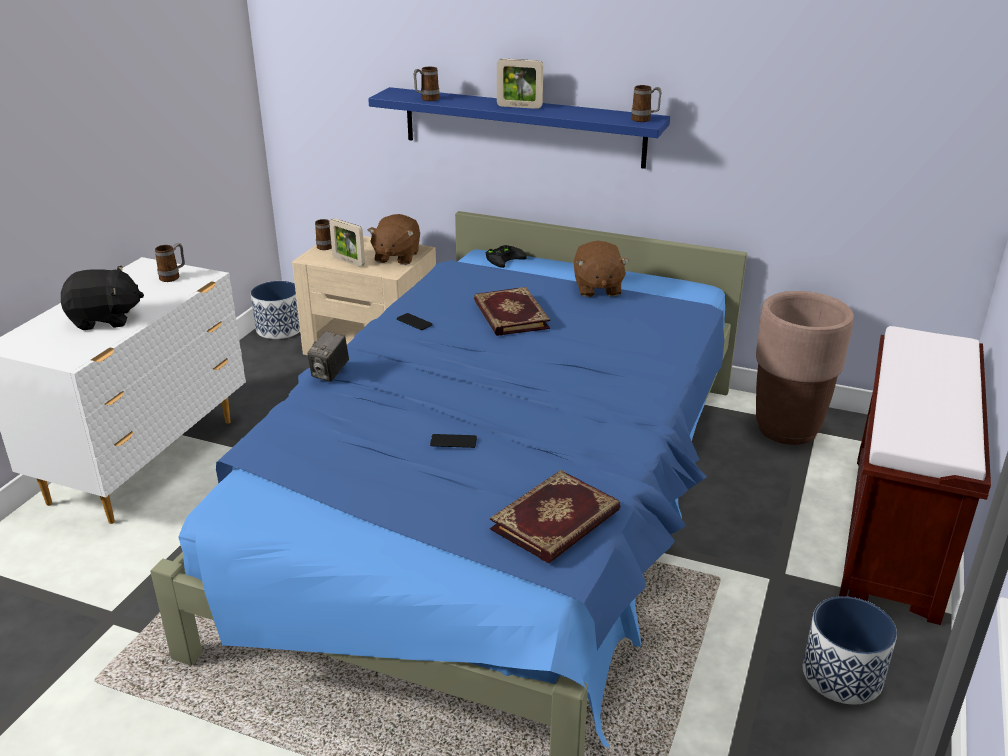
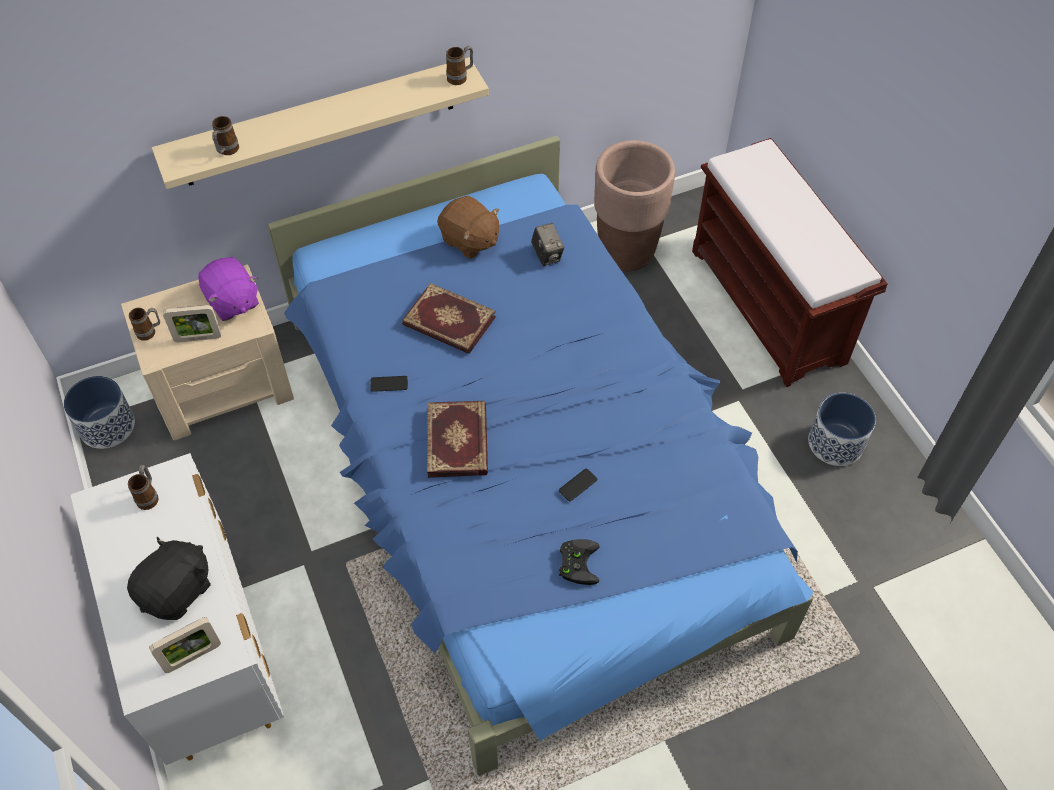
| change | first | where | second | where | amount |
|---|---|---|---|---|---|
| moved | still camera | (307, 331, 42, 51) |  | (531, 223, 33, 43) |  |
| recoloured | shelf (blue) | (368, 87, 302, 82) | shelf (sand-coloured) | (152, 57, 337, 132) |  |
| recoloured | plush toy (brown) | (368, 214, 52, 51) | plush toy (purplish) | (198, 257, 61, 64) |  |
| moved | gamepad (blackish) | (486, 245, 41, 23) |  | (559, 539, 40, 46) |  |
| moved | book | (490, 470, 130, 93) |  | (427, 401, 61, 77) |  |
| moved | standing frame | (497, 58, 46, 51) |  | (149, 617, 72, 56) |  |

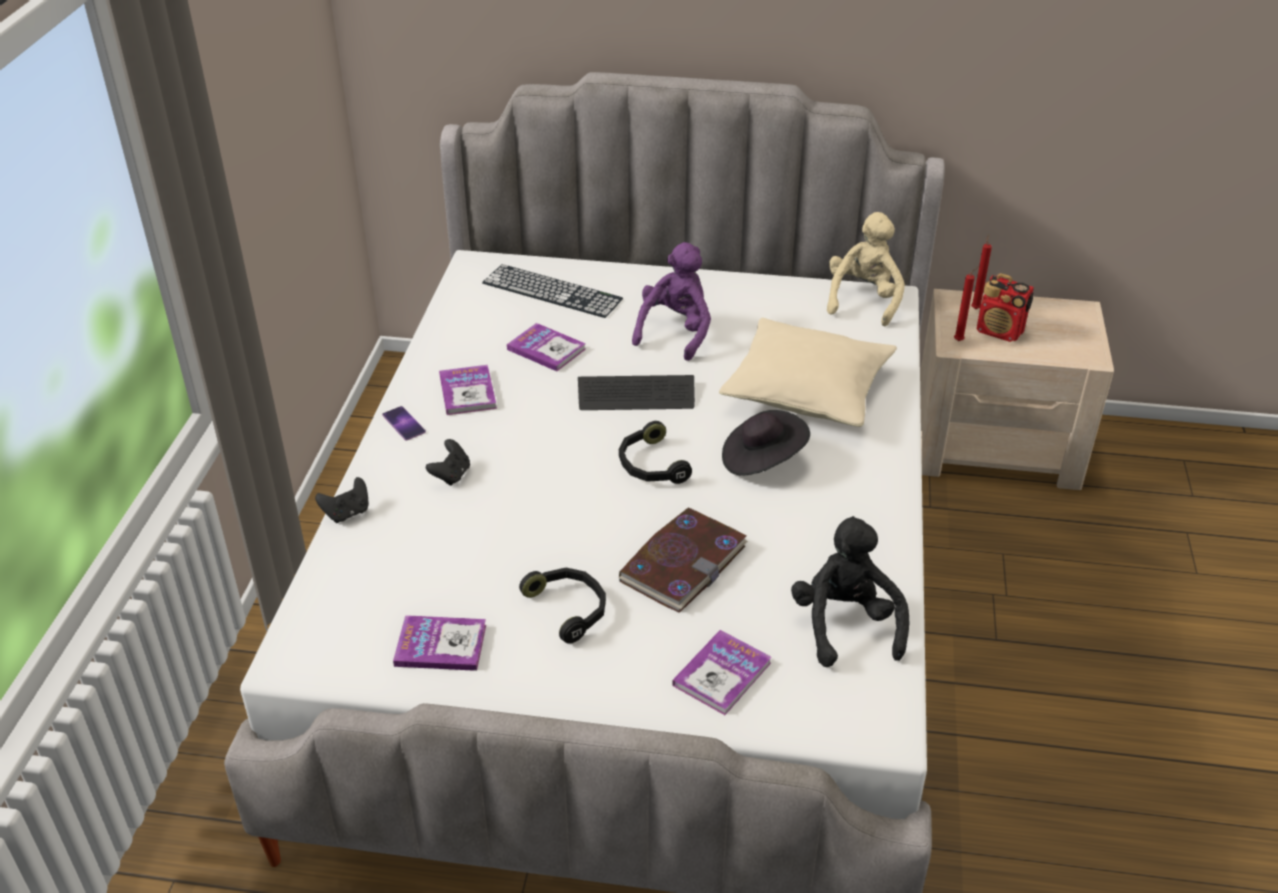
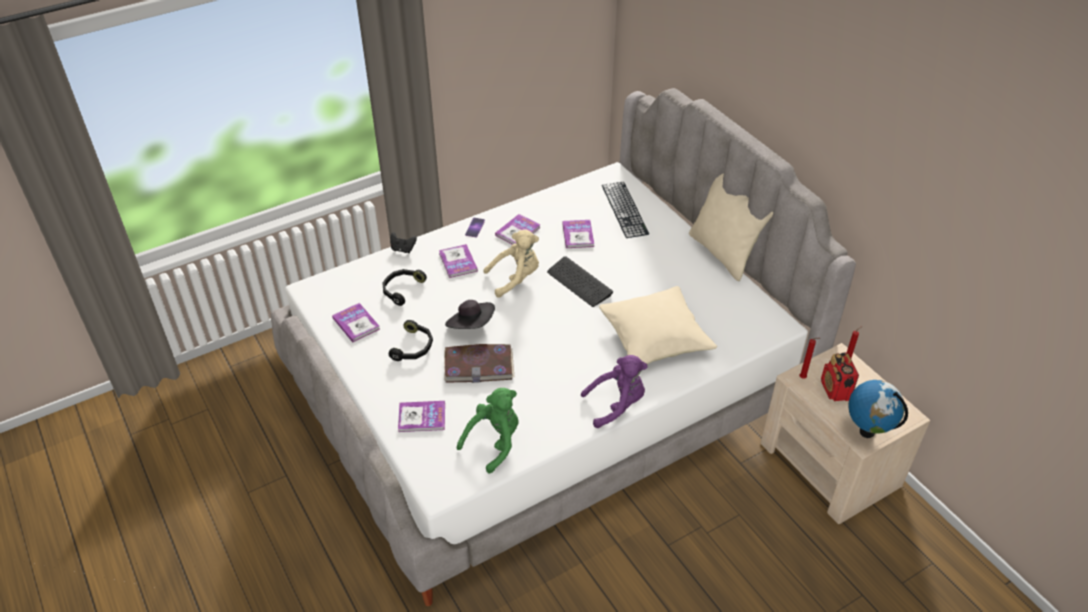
| change | first | where | second | where | amount |
|---|---|---|---|---|---|
| replaced | gamepad (blackish) | (426, 439, 44, 47) | book | (439, 244, 39, 34) |  |
| moved | headphones (blackish) | (619, 421, 73, 63) |  | (382, 269, 45, 37) |  |
| moved | plush toy (purplish) | (632, 242, 79, 119) |  | (581, 355, 66, 73) |  |
| moved | hat (blackish) | (722, 410, 88, 66) |  | (445, 300, 50, 29) |  |
| recoloured | plush toy (blackish) | (791, 516, 119, 151) | plush toy (greenish) | (457, 388, 62, 85) |  |
| moved | plush toy (sand-coloured) | (827, 212, 78, 114) |  | (483, 230, 56, 68) |  |
| added |  |  | pillow (sand-coloured) | (689, 173, 84, 108) |  |
| added |  |  | world globe | (848, 380, 60, 58) |  |

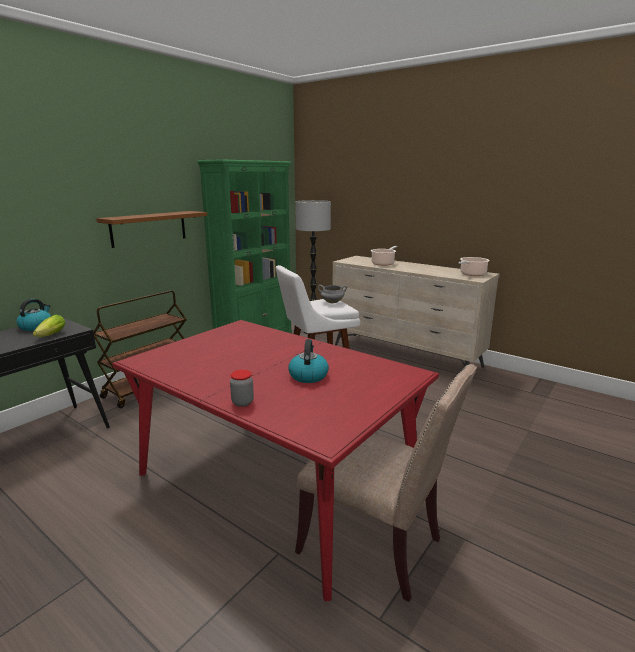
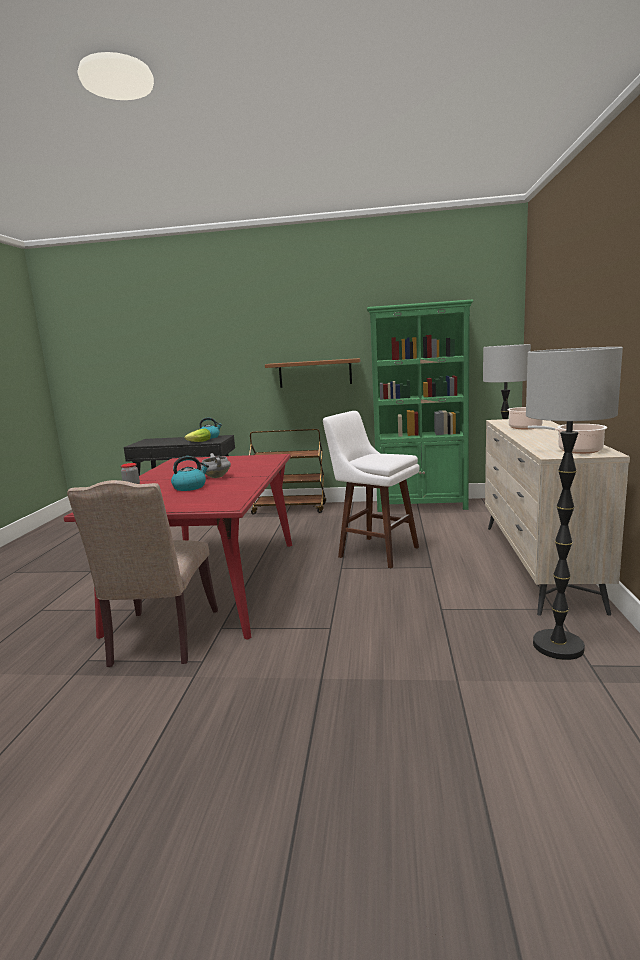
| change | first | where | second | where | amount |
|---|---|---|---|---|---|
| moved | stockpot (greyish) | (318, 285, 29, 18) |  | (201, 453, 30, 25) |  |
| added |  |  | floor lamp | (526, 347, 97, 313) |  |

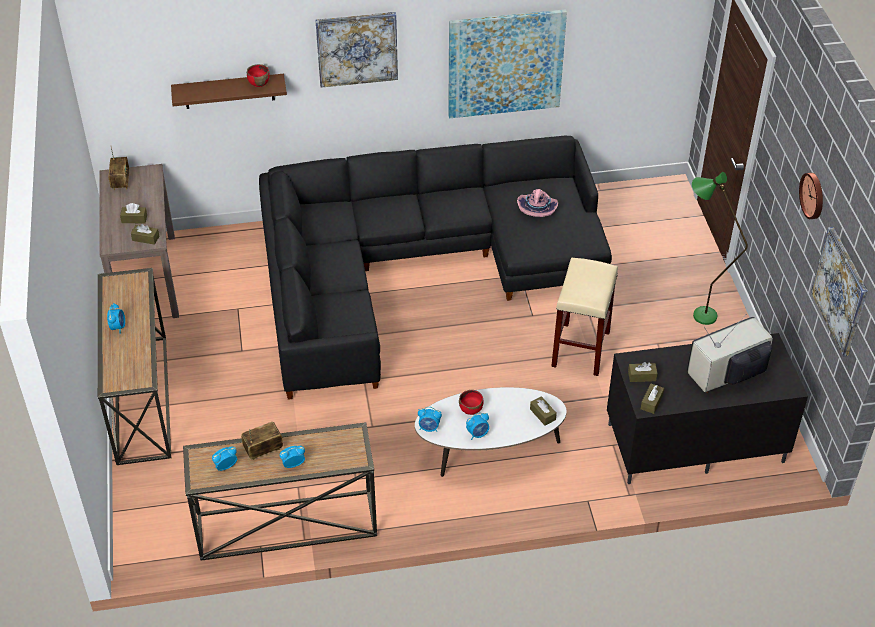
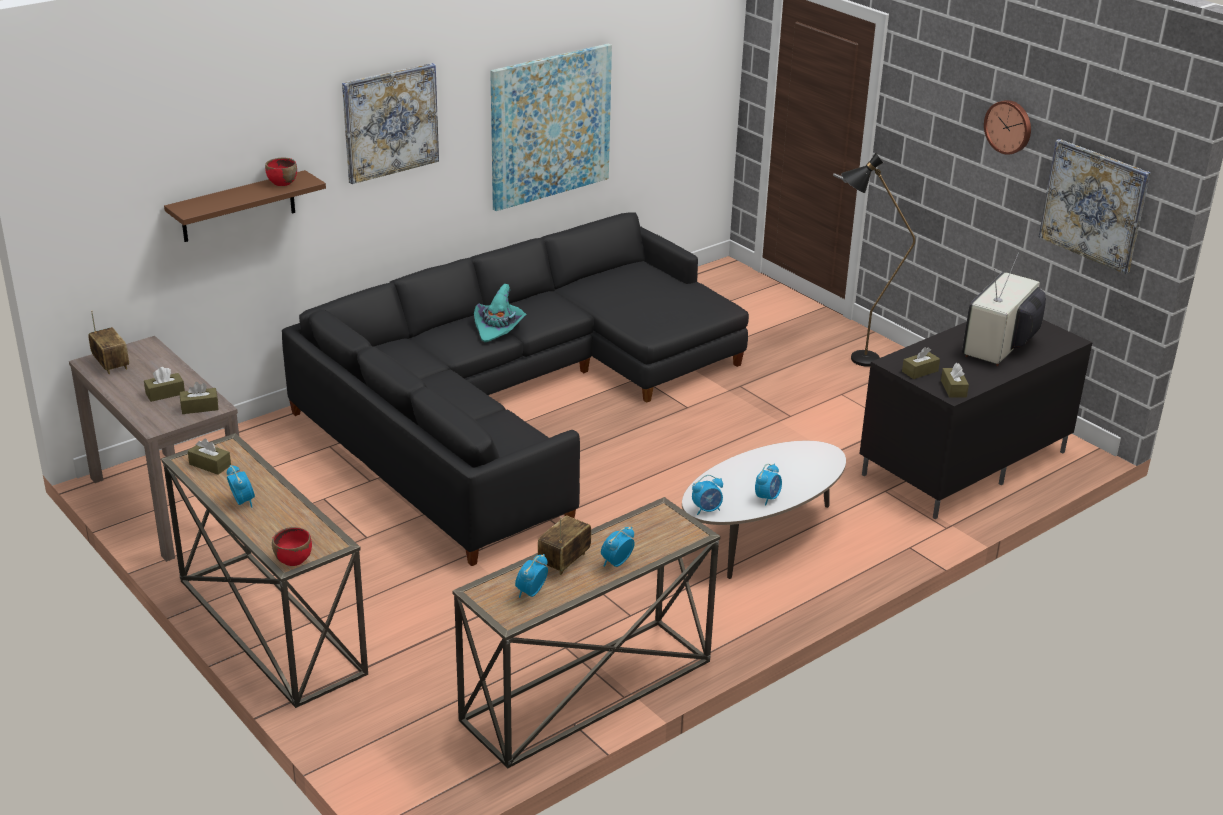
| change | first | where | second | where | amount |
|---|---|---|---|---|---|
| moved | serving bowl (reddish) | (459, 390, 25, 25) |  | (272, 527, 40, 39) |  |
| removed | hat (pinkish) | (517, 189, 41, 28) |  |  |  |
| moved | tissue holder (brown) | (530, 396, 27, 30) |  | (188, 438, 43, 37) |  |
| removed | stool (sand-coloured) | (551, 257, 67, 119) |  |  |  |
| recoloured | floor lamp (greenish) | (692, 172, 56, 153) | floor lamp (blackish) | (841, 153, 74, 214) |  |
| added |  |  | hat (turquoise) | (474, 284, 53, 58) |  |

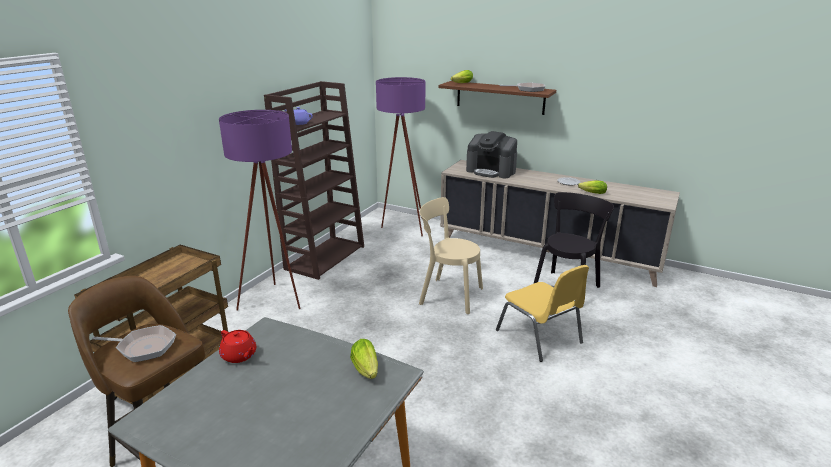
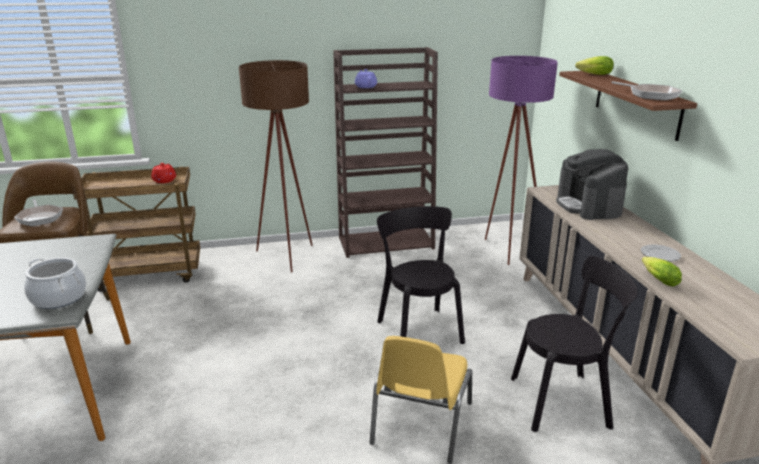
| change | first | where | second | where | amount |
|---|---|---|---|---|---|
| recoloured | floor lamp (purplish) | (219, 110, 82, 200) | floor lamp (brown) | (239, 60, 74, 213) |  |
| moved | pot for tea (reddish) | (219, 330, 37, 33) |  | (151, 163, 25, 20) |  |
| replaced | lettuce | (350, 339, 28, 40) | stockpot | (24, 258, 62, 51) |  |
| recoloured | plain chair (sand-coloured) | (419, 197, 64, 117) | plain chair (blackish) | (377, 206, 88, 138) |  |

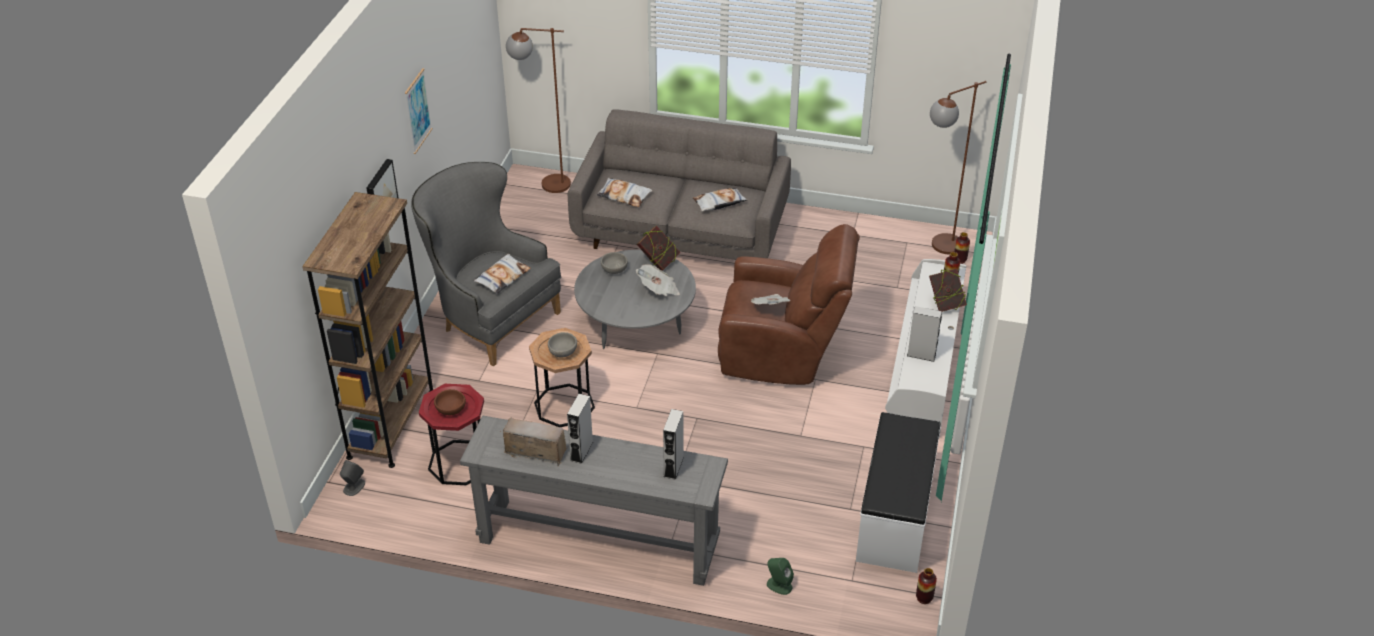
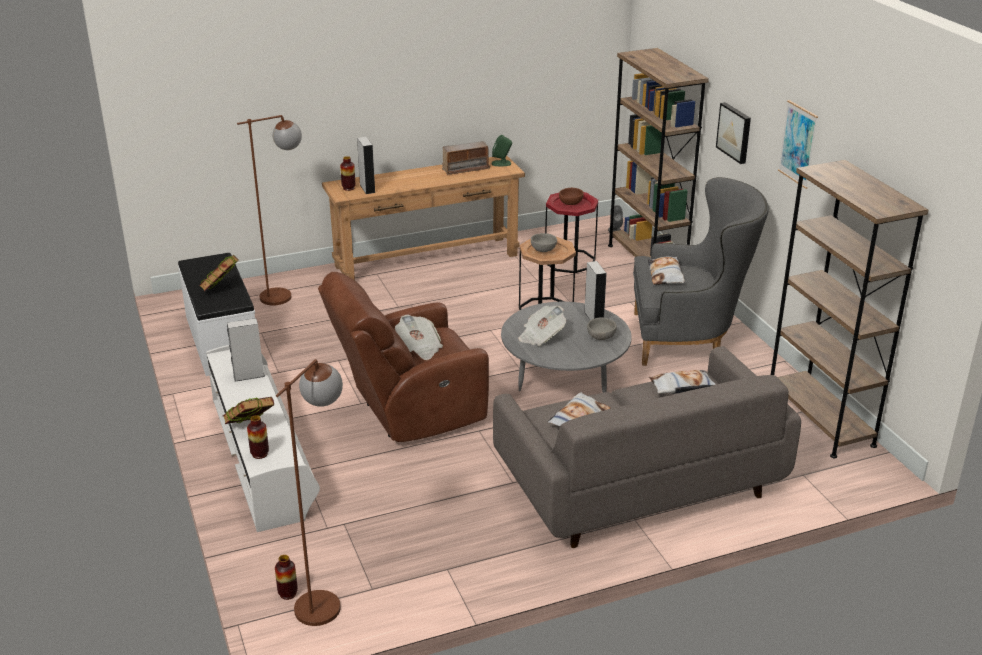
| change | first | where | second | where | amount |
|---|---|---|---|---|---|
| recoloured | console table (greyish) | (460, 416, 268, 170) | console table (brown) | (322, 156, 203, 124) |  |
| moved | floor lamp (brown) | (506, 28, 65, 165) |  | (237, 115, 65, 191) |  |
| moved | loudspeaker (greyish) | (567, 394, 26, 70) |  | (584, 261, 23, 60) |  |
| moved | book | (637, 226, 43, 45) |  | (199, 255, 40, 36) |  |
| moved | loudspeaker (greenish) | (767, 558, 27, 37) |  | (491, 135, 21, 31) |  |
| moved | decorative vase | (916, 568, 21, 36) |  | (340, 156, 15, 35) |  |
| added |  |  | bookcase (brown) | (771, 160, 157, 298) |  |

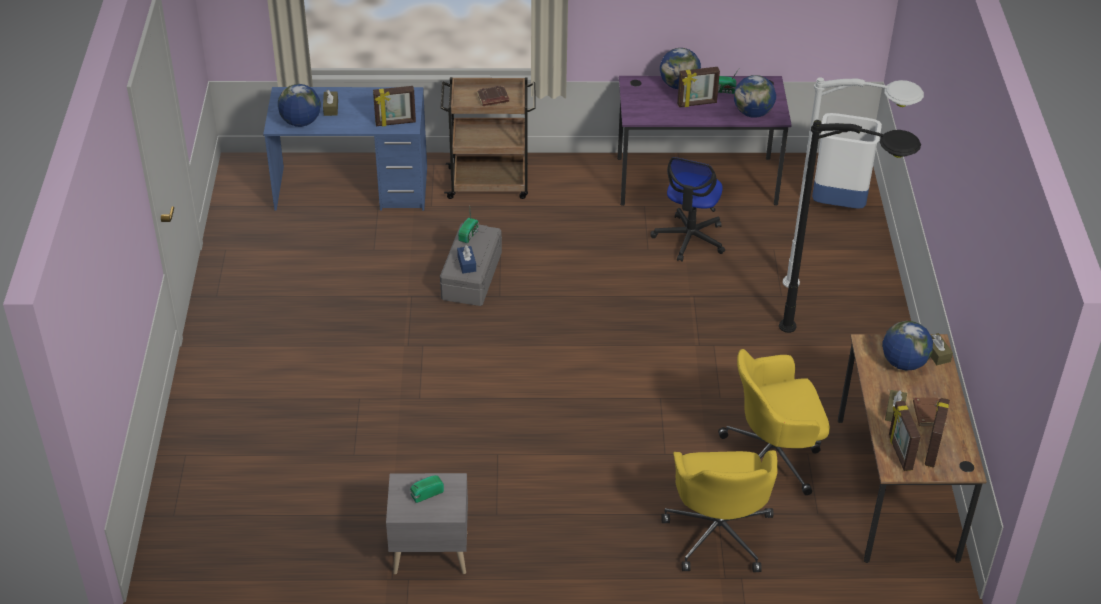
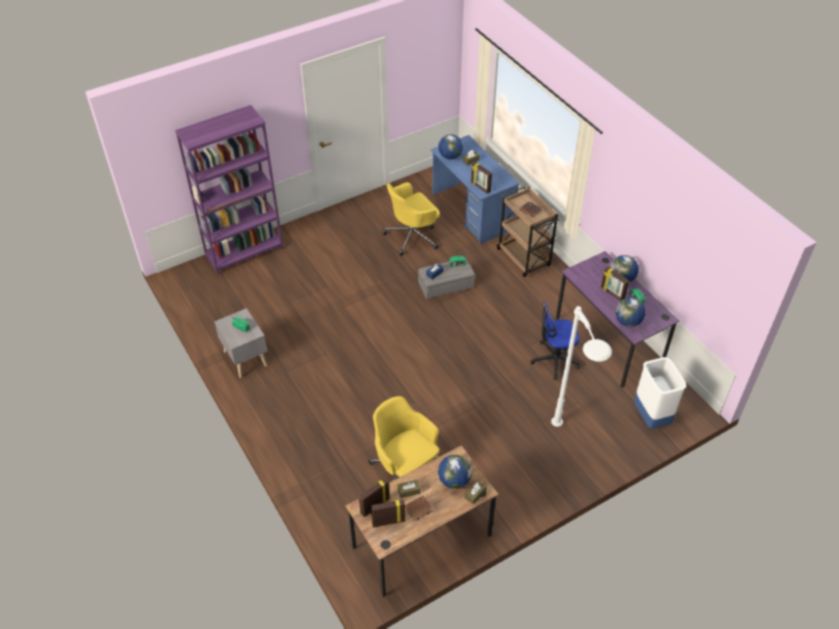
| change | first | where | second | where | amount |
|---|---|---|---|---|---|
| moved | office chair (yellow-coloured) | (661, 450, 117, 122) |  | (382, 182, 58, 74) |  |
| removed | floor lamp (blackish) | (779, 120, 142, 213) |  |  |  |
| added |  |  | bookcase (purplish) | (175, 105, 109, 170) |  |

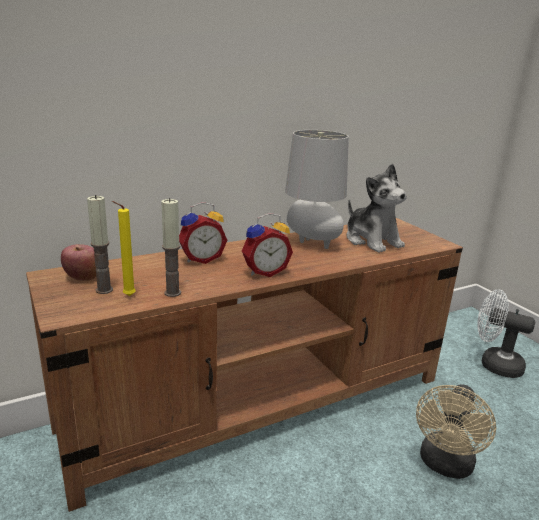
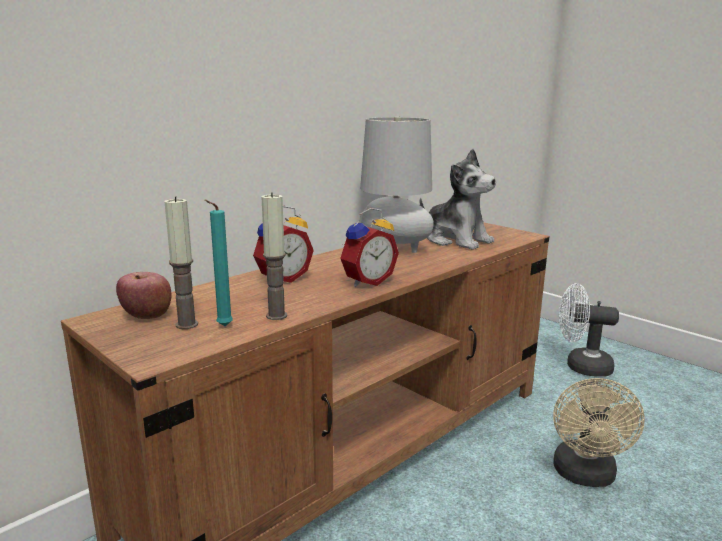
| change | first | where | second | where | amount |
|---|---|---|---|---|---|
| recoloured | wax light (yellow-coloured) | (112, 201, 24, 95) | wax light (turquoise) | (204, 200, 29, 126) |  |

